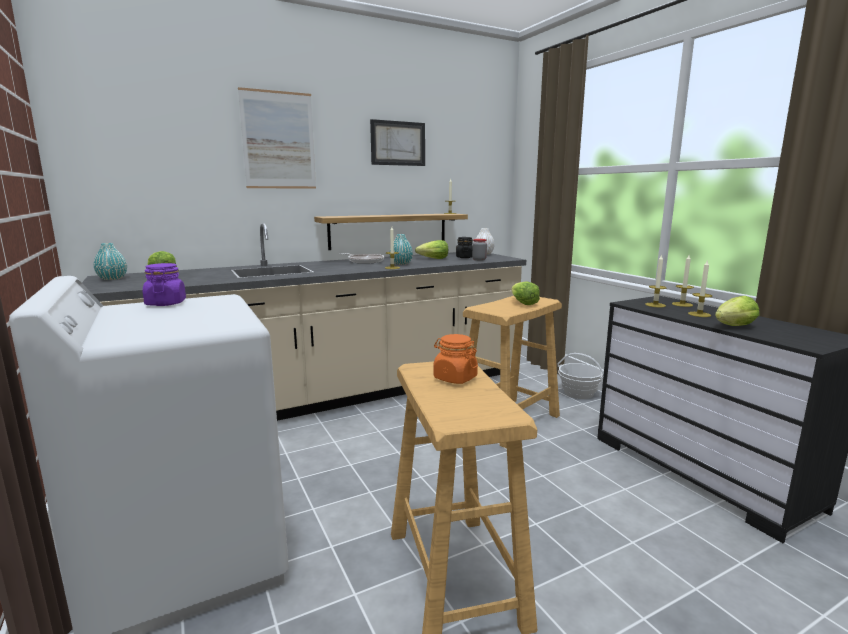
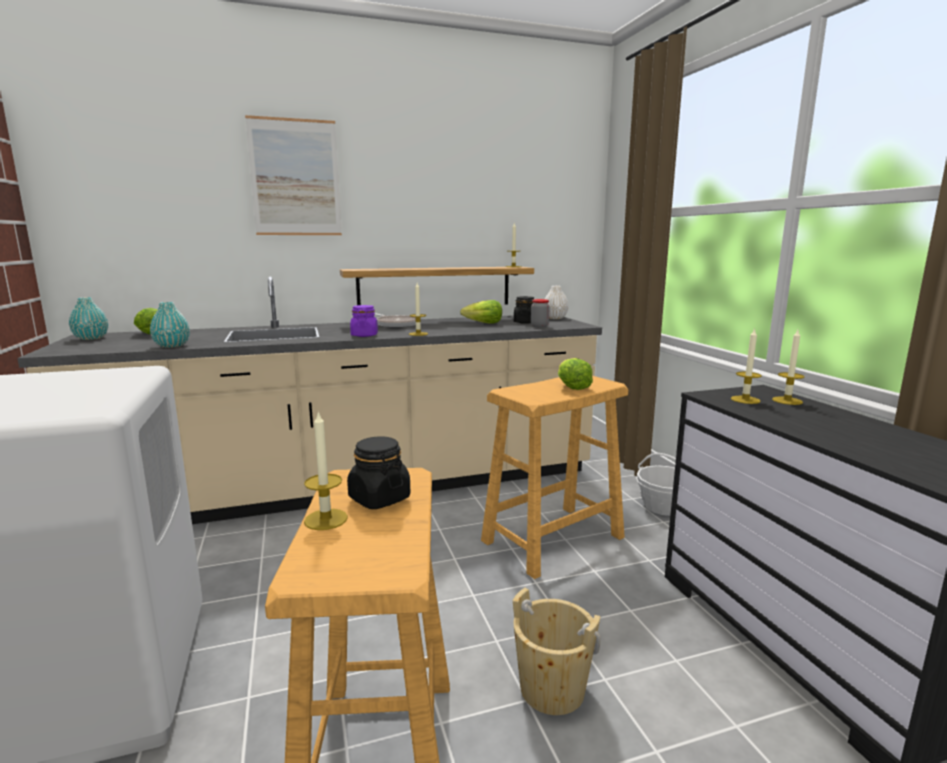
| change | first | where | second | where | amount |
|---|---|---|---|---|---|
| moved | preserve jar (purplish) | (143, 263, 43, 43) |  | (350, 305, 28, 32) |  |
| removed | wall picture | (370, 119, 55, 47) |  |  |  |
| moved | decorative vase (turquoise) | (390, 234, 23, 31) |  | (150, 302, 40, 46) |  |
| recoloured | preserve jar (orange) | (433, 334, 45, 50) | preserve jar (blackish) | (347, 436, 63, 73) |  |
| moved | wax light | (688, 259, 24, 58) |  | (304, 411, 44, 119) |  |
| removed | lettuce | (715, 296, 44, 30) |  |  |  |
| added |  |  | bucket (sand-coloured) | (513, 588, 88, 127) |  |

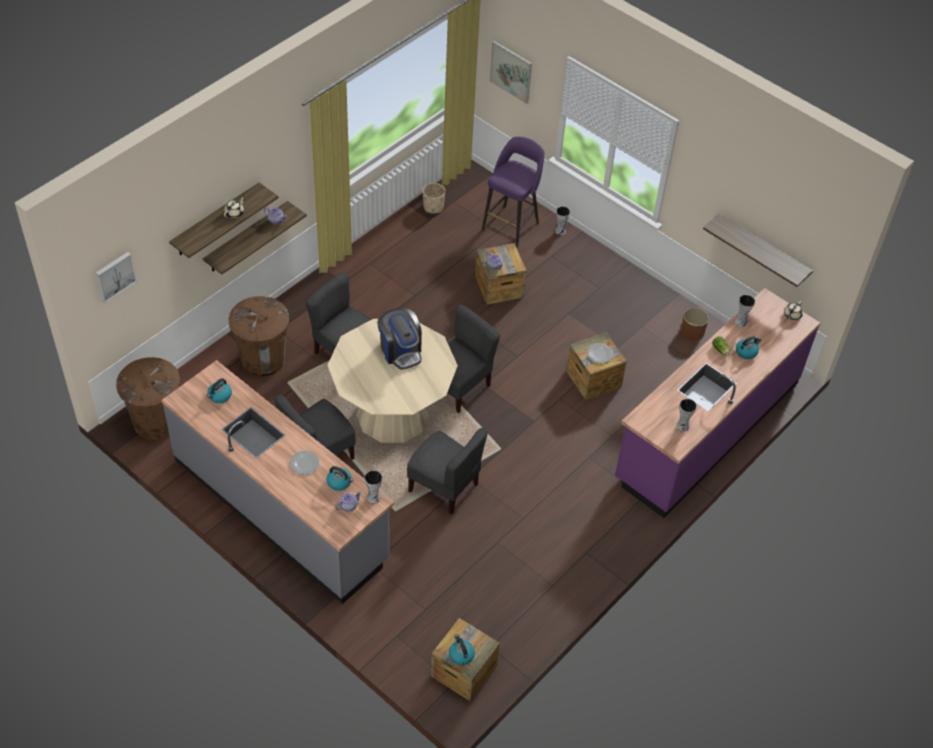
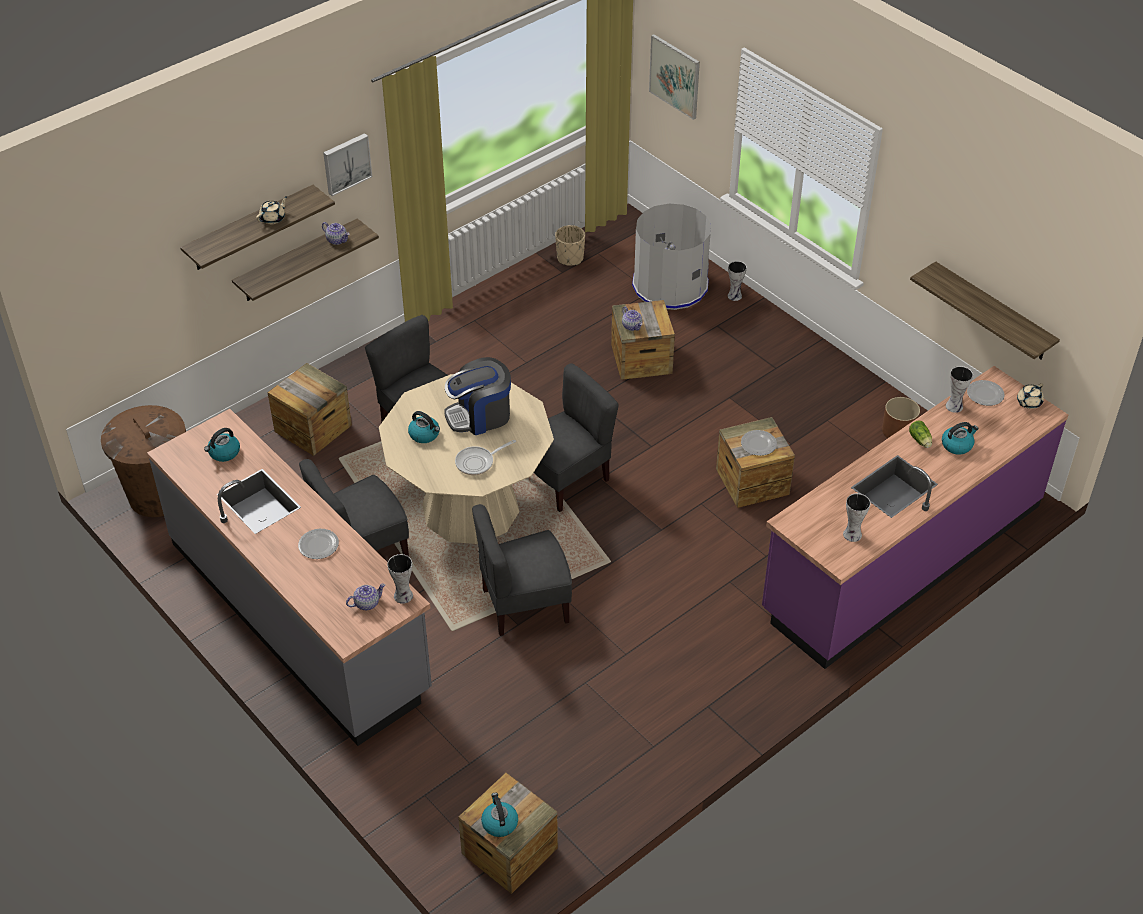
| change | first | where | second | where | amount |
|---|---|---|---|---|---|
| moved | wall picture | (95, 252, 42, 51) |  | (323, 133, 49, 63) |  |
| replaced | trash can (brown) | (229, 296, 60, 80) | packing crate | (267, 363, 85, 93) |  |
| moved | water kettle | (326, 466, 27, 25) |  | (408, 411, 32, 32) |  |
| turned | coffee machine | (377, 308, 45, 62) |  | (444, 357, 67, 78) | 90 degrees clockwise |
| turned | plain chair (greyish) | (407, 428, 81, 87) |  | (472, 504, 100, 132) | 120 degrees clockwise |
| replaced | stool (purplish) | (482, 137, 62, 111) | trash can (greyish) | (632, 204, 79, 106) |  |
| added |  |  | skillet | (455, 440, 61, 35) |  |
| added |  |  | plate | (967, 380, 38, 26) |  |

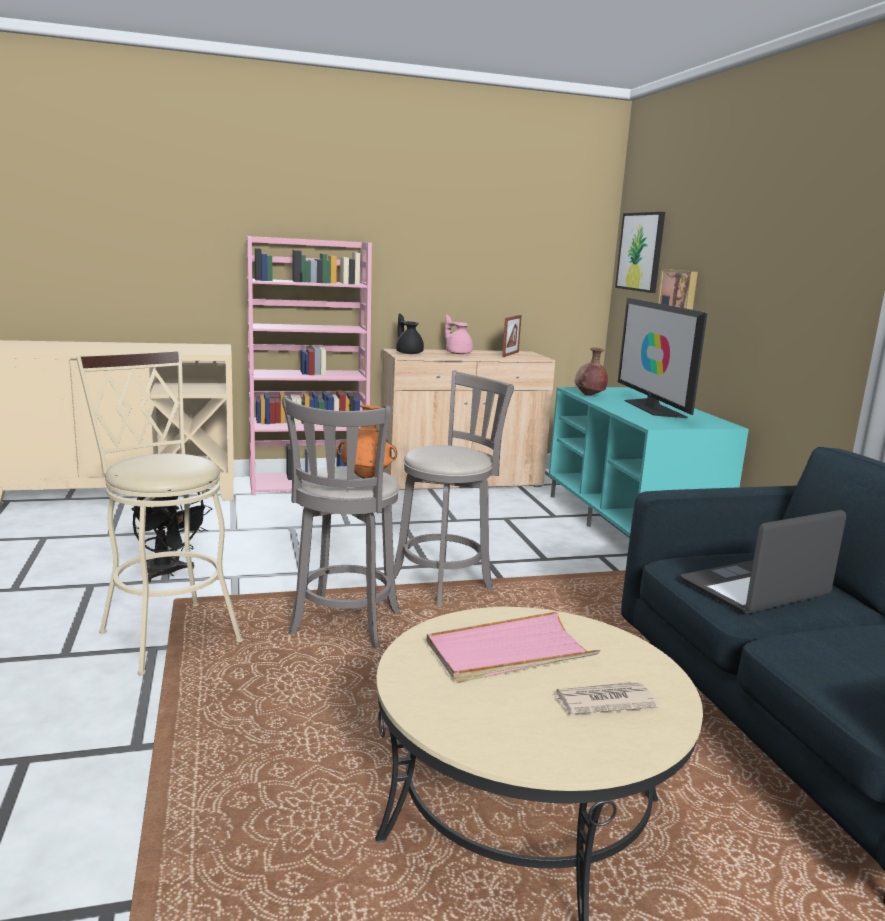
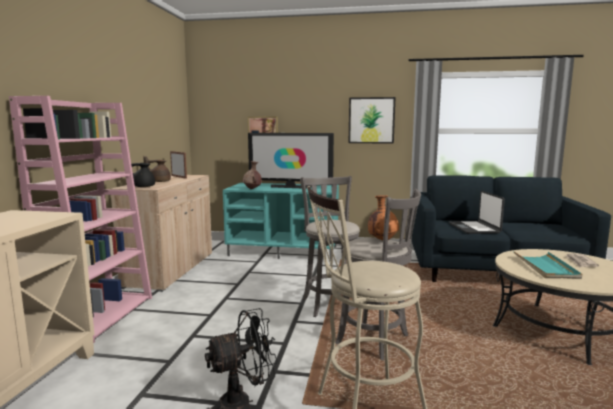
| change | first | where | second | where | amount |
|---|---|---|---|---|---|
| recoloured | tray (pinkish) | (426, 611, 174, 72) | tray (turquoise) | (513, 251, 69, 28) |  |
| recoloured | pot for tea (pinkish) | (445, 315, 28, 39) | pot for tea (brown) | (143, 156, 28, 26) |  |
| moved | wall picture | (615, 212, 50, 81) |  | (349, 97, 47, 47) |  |

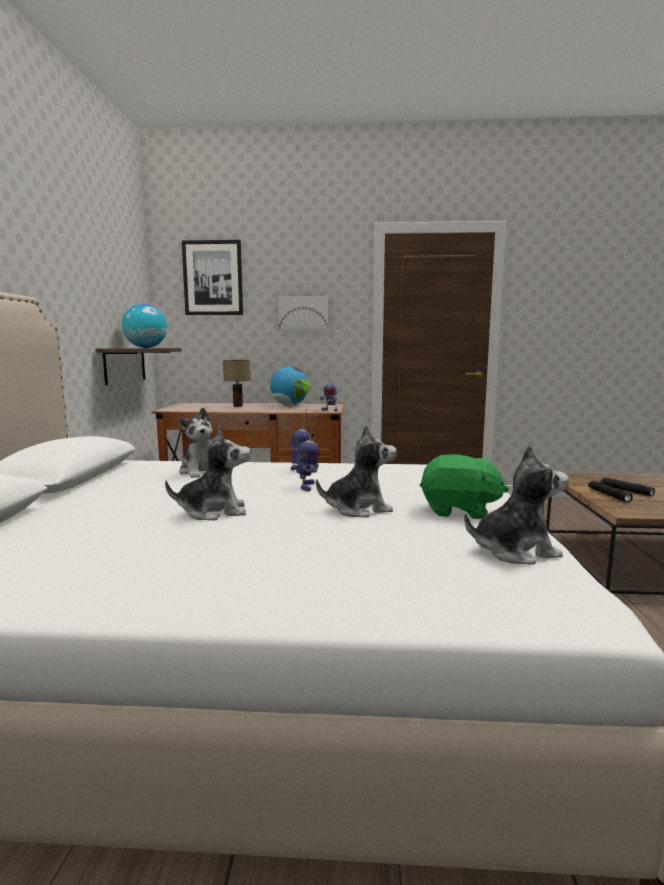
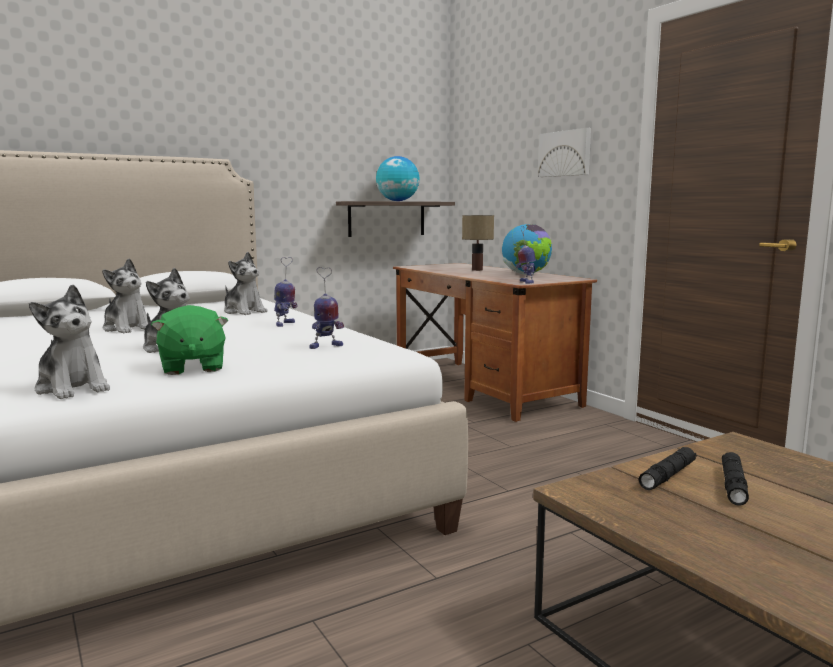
| change | first | where | second | where | amount |
|---|---|---|---|---|---|
| turned | plush toy | (178, 408, 34, 70) |  | (224, 252, 44, 63) | 75 degrees counterclockwise |
| removed | wall picture | (182, 240, 61, 75) |  |  |  |
| moved | toy robot | (296, 415, 24, 76) |  | (309, 267, 35, 82) |  |

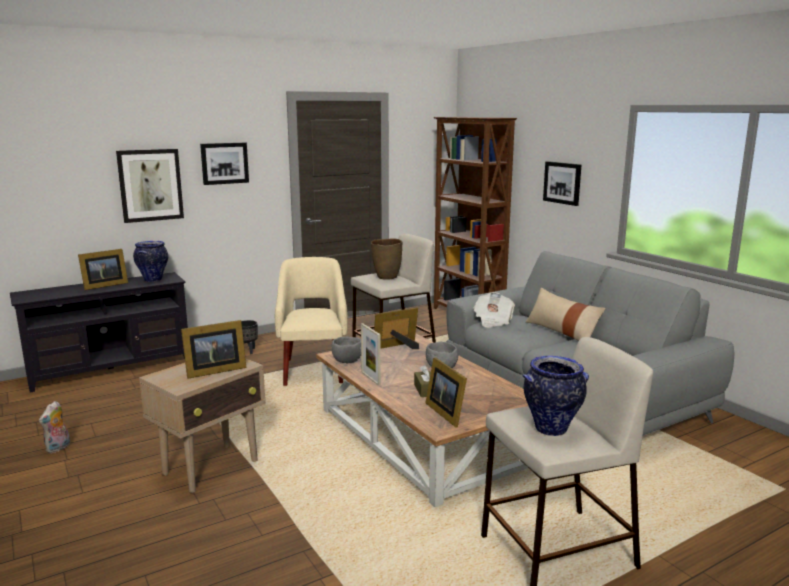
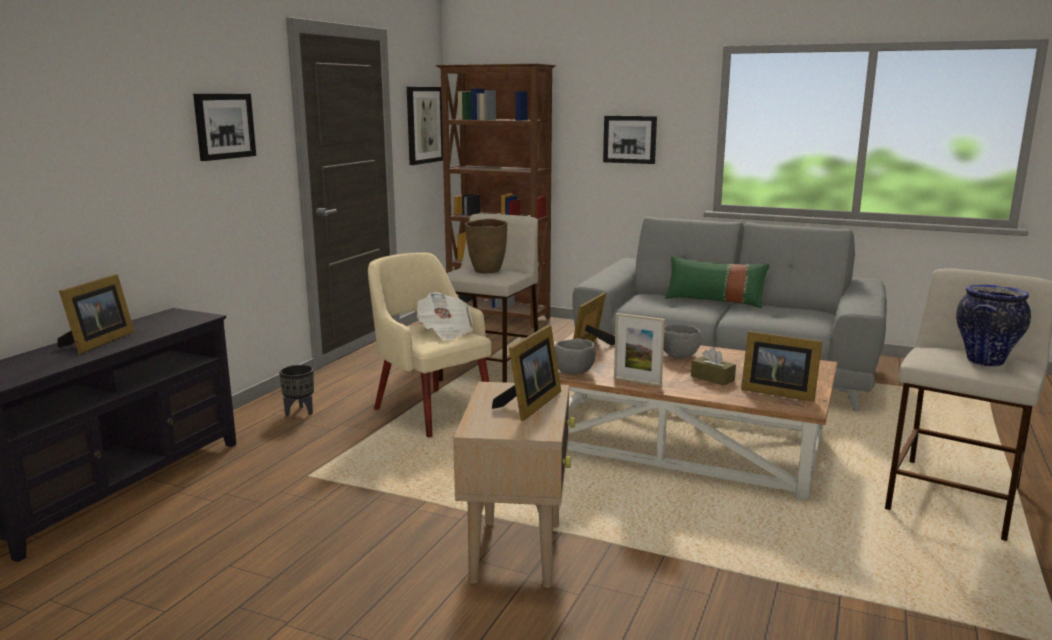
| change | first | where | second | where | amount |
|---|---|---|---|---|---|
| removed | plush toy | (39, 401, 31, 52) |  |  |  |
| moved | wall picture | (116, 149, 68, 74) |  | (407, 87, 36, 78) |  |
| removed | decorative vase | (133, 241, 35, 41) |  |  |  |
| moved | printed paper | (473, 292, 42, 36) |  | (417, 292, 56, 48) |  |
| recoloured | pillow (sand-coloured) | (526, 288, 80, 53) | pillow (greenish) | (665, 256, 105, 52) |  |

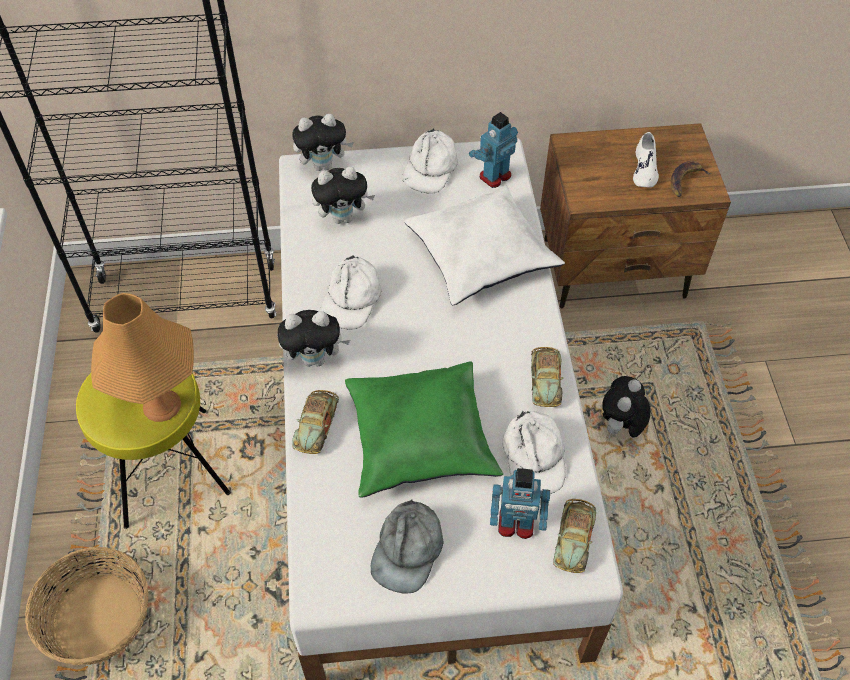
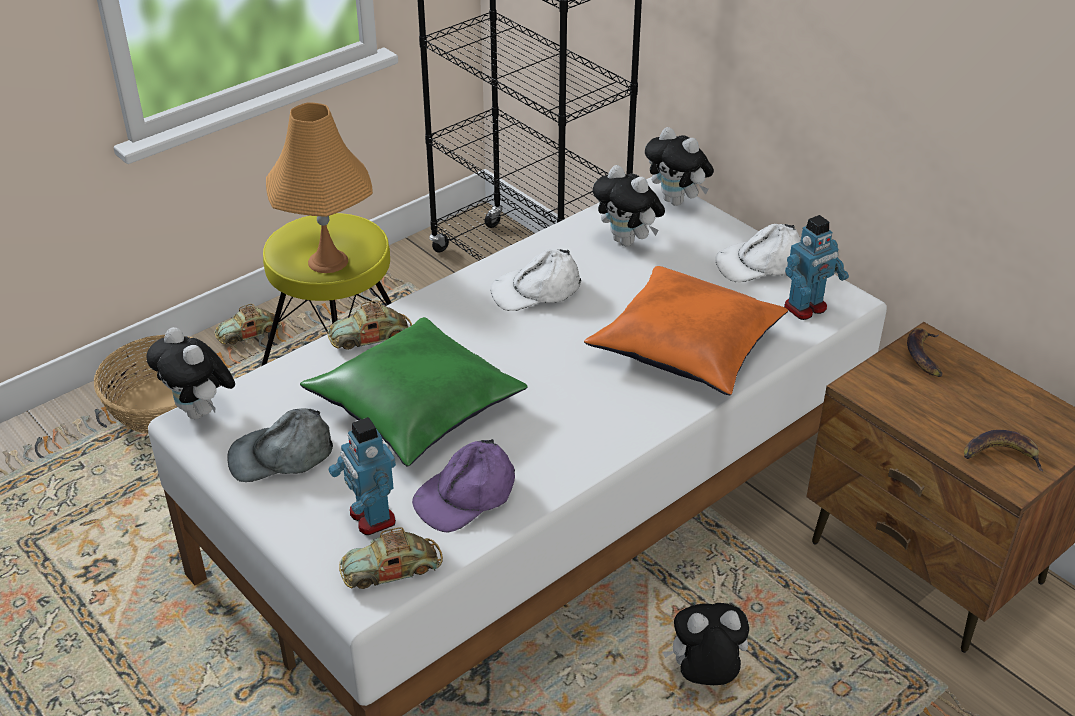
| change | first | where | second | where | amount |
|---|---|---|---|---|---|
| moved | plush toy | (277, 310, 73, 57) |  | (146, 327, 89, 92) |  |
| recoloured | pillow (white-coloured) | (404, 186, 161, 119) | pillow (orange) | (584, 266, 204, 129) |  |
| turned | toy robot | (469, 112, 49, 76) |  | (784, 215, 65, 105) | 135 degrees clockwise |
| recoloured | cap (white-coloured) | (502, 411, 64, 83) | cap (purplish) | (412, 439, 103, 93) |  |
| moved | toy car | (531, 347, 32, 60) |  | (214, 304, 68, 41) |  |
| removed | low shoe (white-coloured) | (633, 132, 26, 55) |  |  |  |
| added |  |  | whole banana | (907, 328, 36, 49) |  |

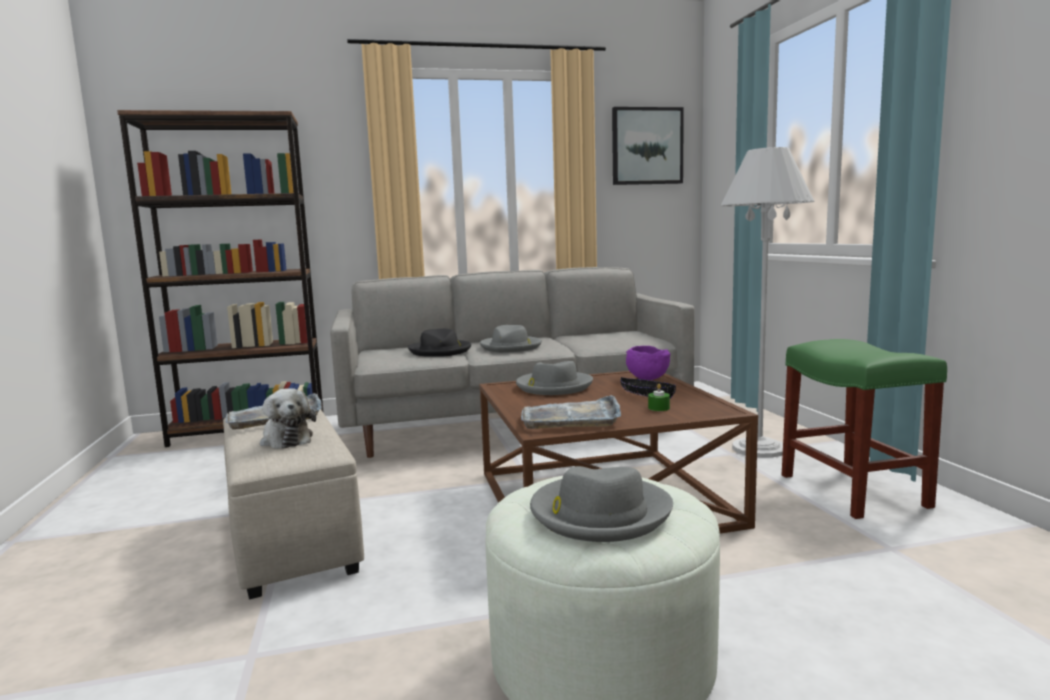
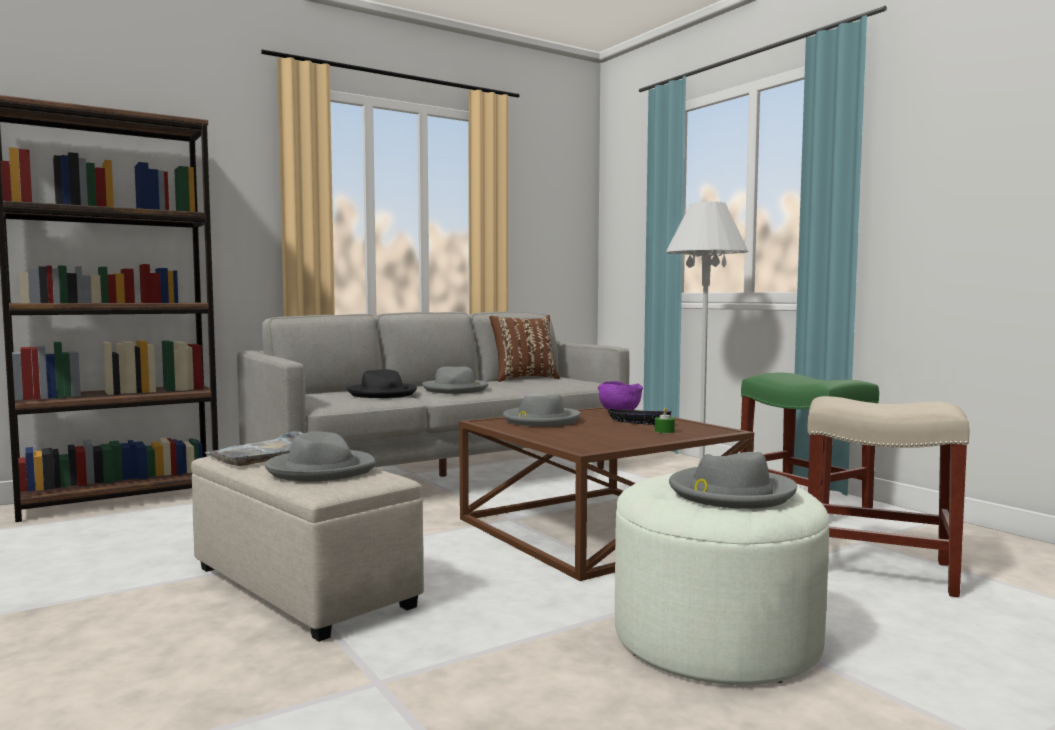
| change | first | where | second | where | amount |
|---|---|---|---|---|---|
| replaced | plush toy | (260, 388, 56, 61) | hat (greyish) | (265, 432, 111, 49) |  |
| removed | tray (greyish) | (521, 395, 100, 34) |  |  |  |
| removed | wall picture | (612, 107, 72, 78) |  |  |  |
| added |  |  | pillow (brown) | (489, 315, 71, 67) |  |
| added |  |  | stool (sand-coloured) | (807, 396, 162, 201) |  |

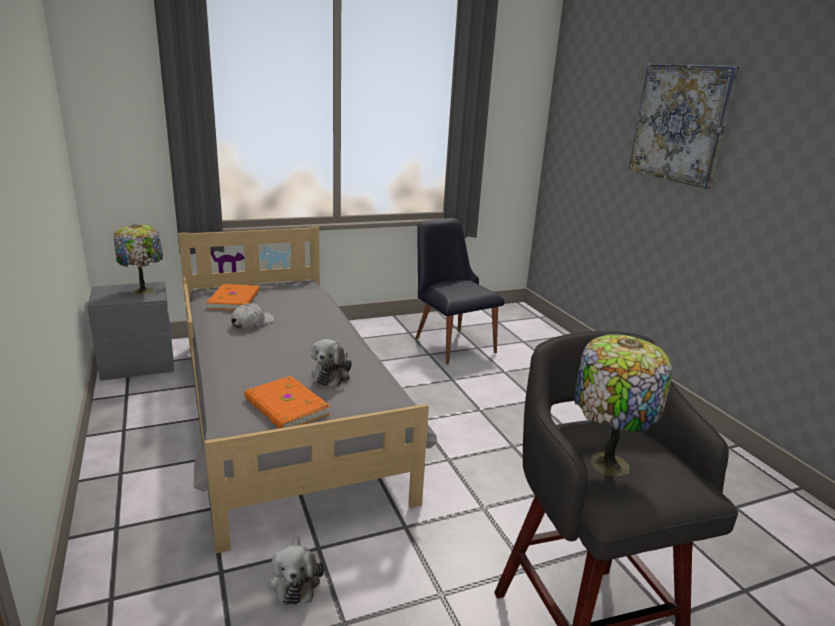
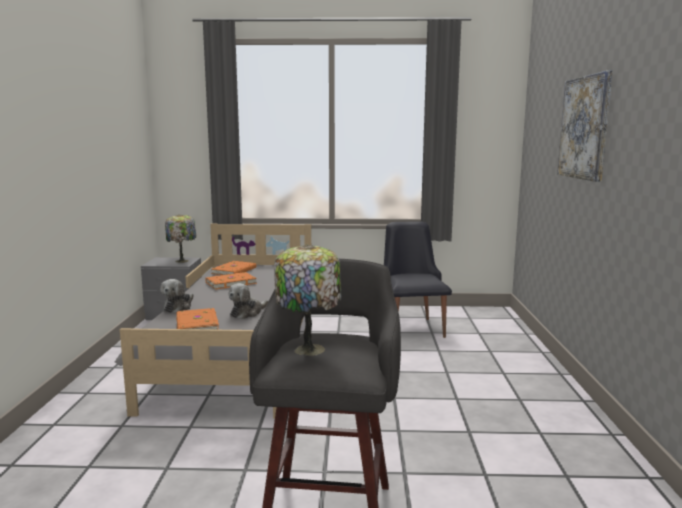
| change | first | where | second | where | amount |
|---|---|---|---|---|---|
| replaced | cap (white-coloured) | (231, 303, 43, 26) | book (orange) | (205, 272, 52, 18) |  |
| moved | plush toy | (268, 538, 56, 67) |  | (160, 279, 34, 34) |  |

